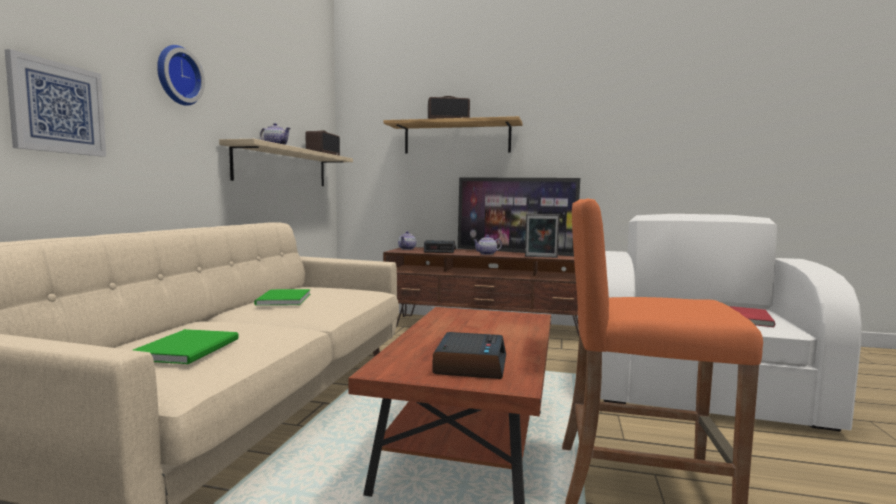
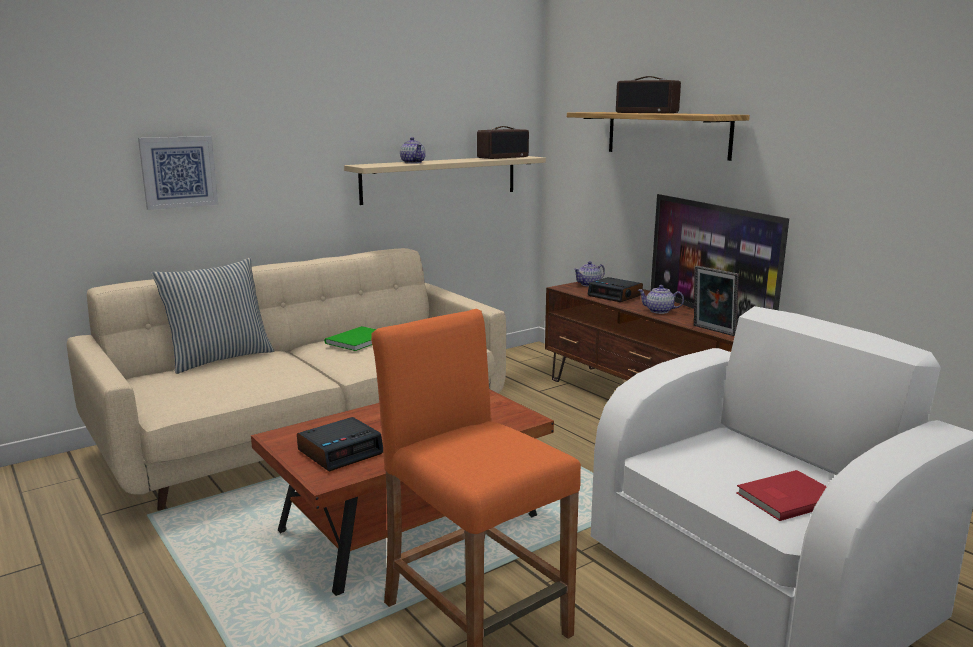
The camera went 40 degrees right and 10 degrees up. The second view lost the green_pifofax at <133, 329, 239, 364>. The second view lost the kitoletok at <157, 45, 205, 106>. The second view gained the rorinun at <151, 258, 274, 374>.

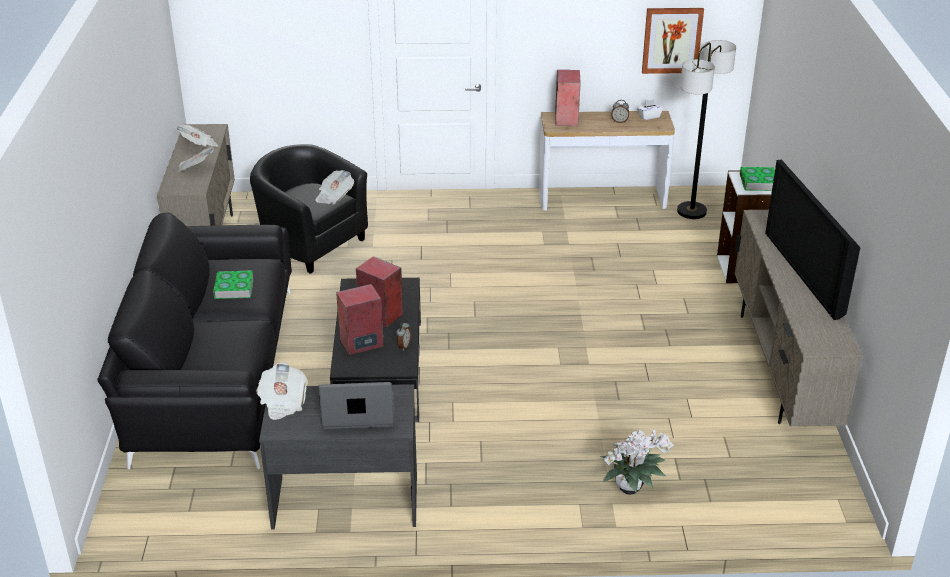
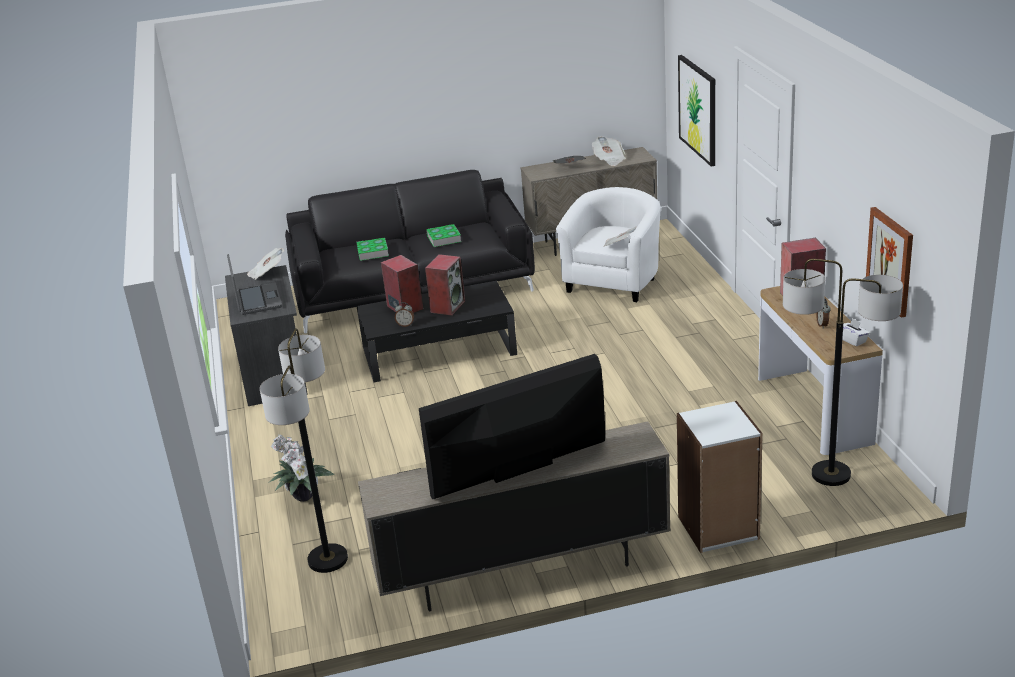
The camera went 80 degrees right and 5 degrees down. What was the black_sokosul at <250, 144, 368, 274> turned into the white_sokosul at <556, 187, 660, 302>. The pifofax ended up elsewhere, having gone from <740, 167, 775, 191> to <356, 238, 389, 261>. The second view gained the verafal at <260, 329, 348, 573>. The second view gained the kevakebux at <678, 55, 715, 167>.

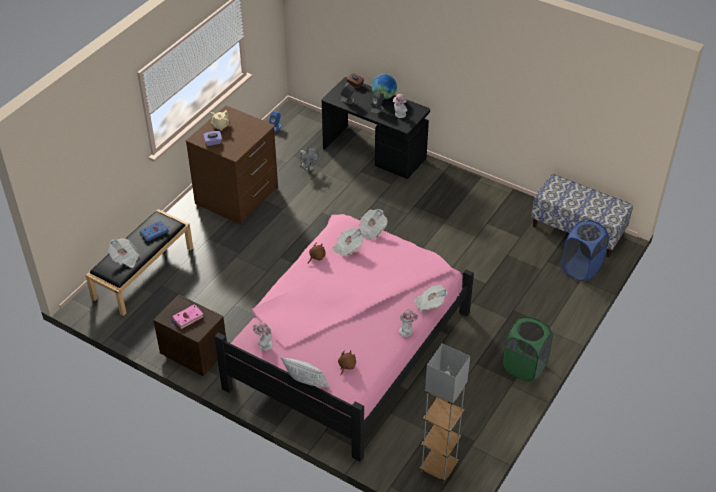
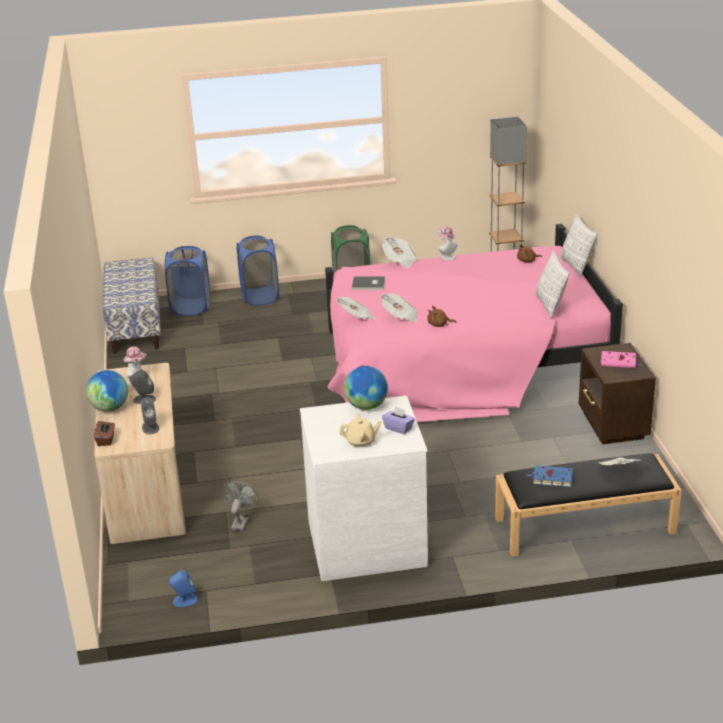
The camera went 130 degrees left and 15 degrees down. What was the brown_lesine at <186, 105, 278, 225> turned into the white_lesine at <300, 395, 428, 581>. The second view lost the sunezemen at <253, 322, 273, 351>. What was the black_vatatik at <322, 77, 430, 179> turned into the beige_vatatik at <94, 363, 186, 544>. The second view gained the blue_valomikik at <237, 236, 279, 306>. The second view gained the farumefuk at <344, 366, 388, 410>. The second view gained the grey_pifofax at <352, 277, 385, 290>. The second view gained the rorinun at <535, 250, 570, 319>.

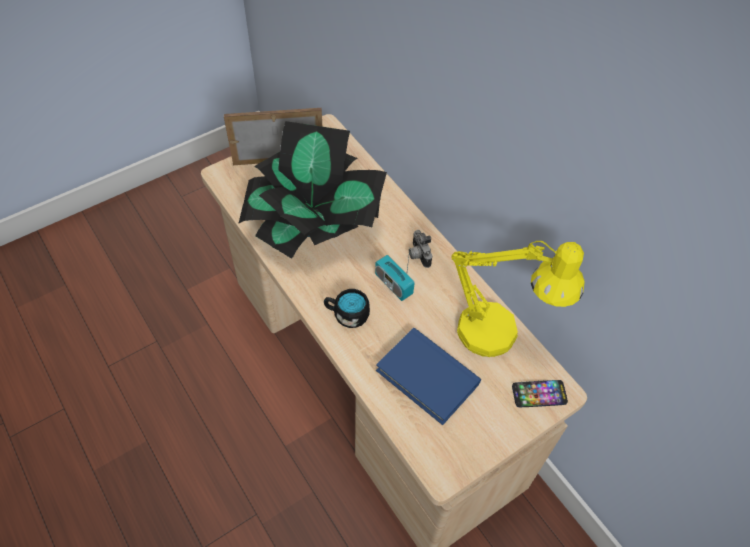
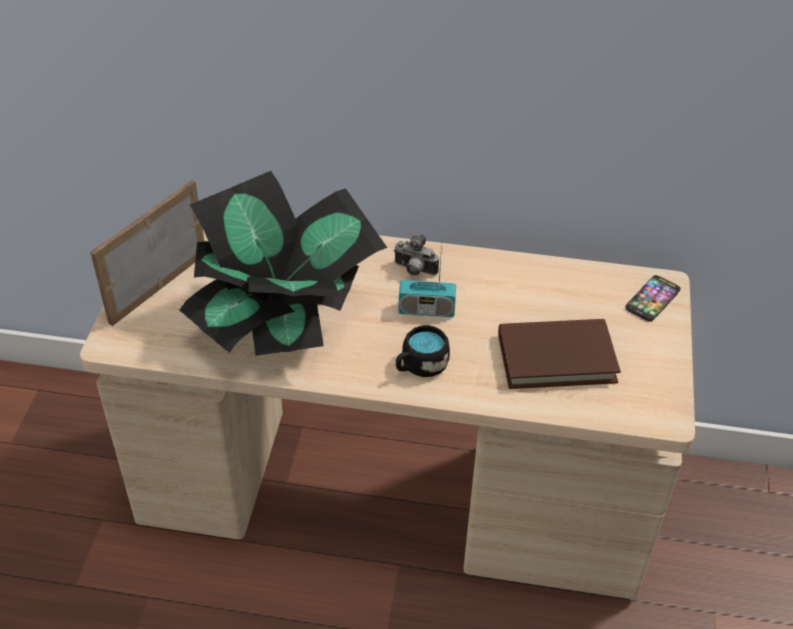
The camera went 45 degrees left and 10 degrees down. What was the blue_pifofax at <376, 328, 481, 425> turned into the brown_pifofax at <498, 319, 621, 389>. The second view lost the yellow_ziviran at <451, 241, 585, 357>.

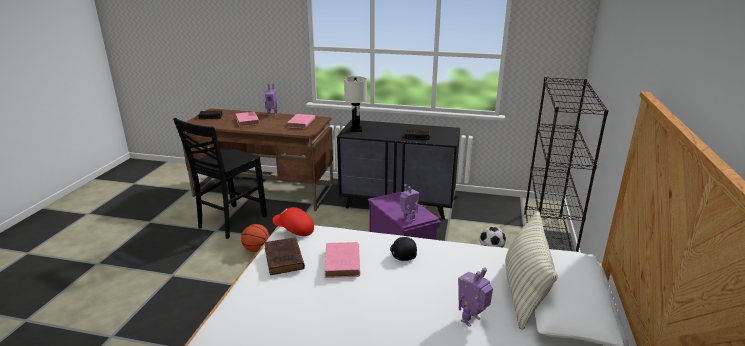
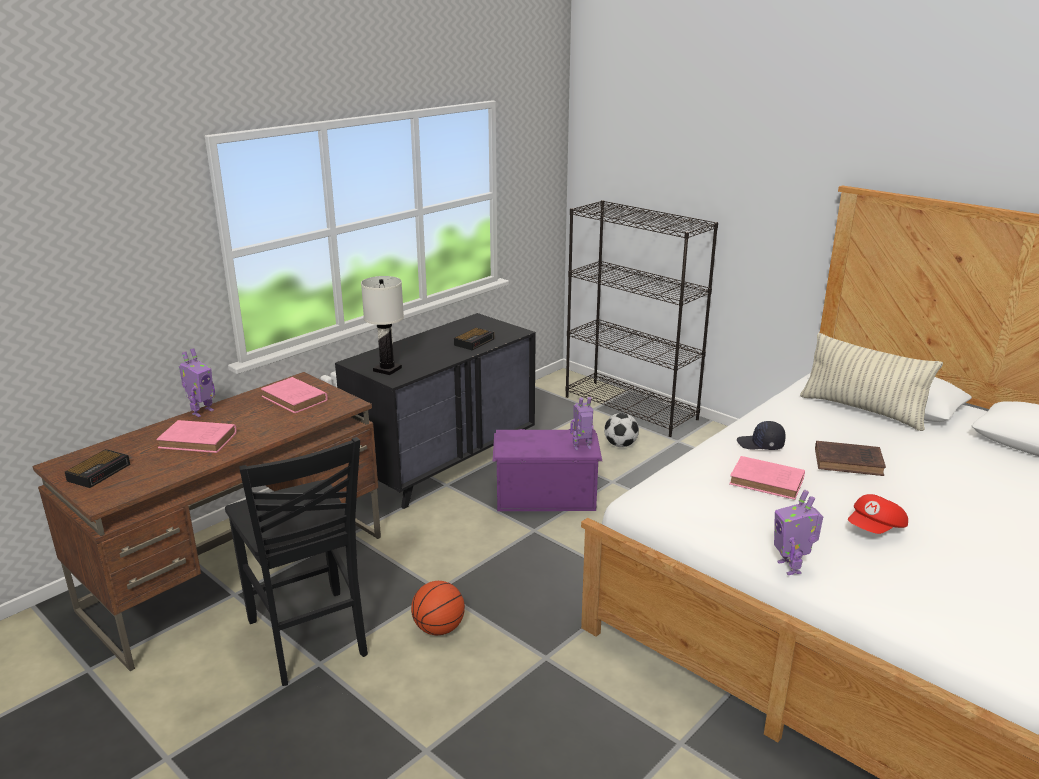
The camera went 60 degrees left and 0 degrees up. The brown_pifofax ended up elsewhere, having gone from <264, 237, 305, 275> to <815, 441, 886, 476>. The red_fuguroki ended up elsewhere, having gone from <272, 207, 314, 236> to <848, 494, 908, 534>. The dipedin ended up elsewhere, having gone from <458, 267, 493, 327> to <774, 490, 823, 575>.

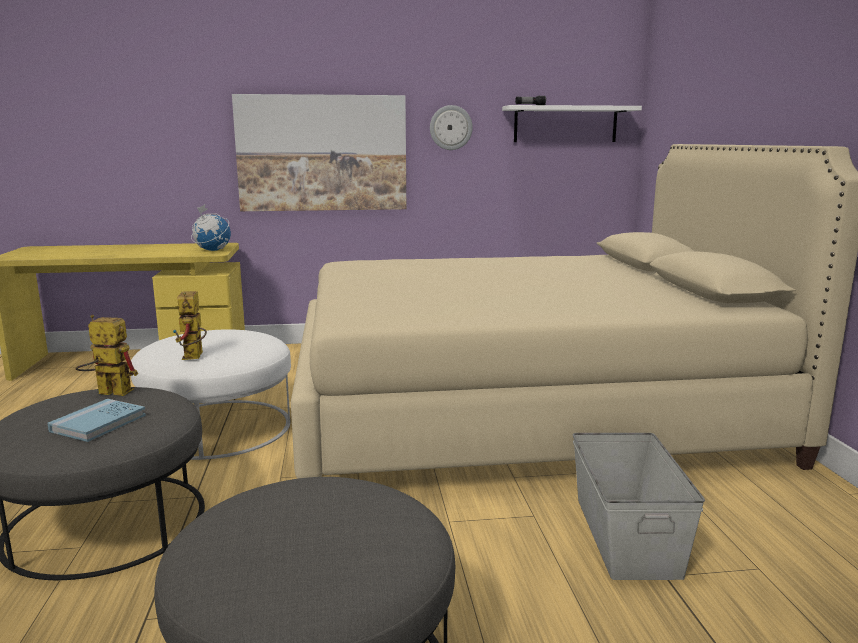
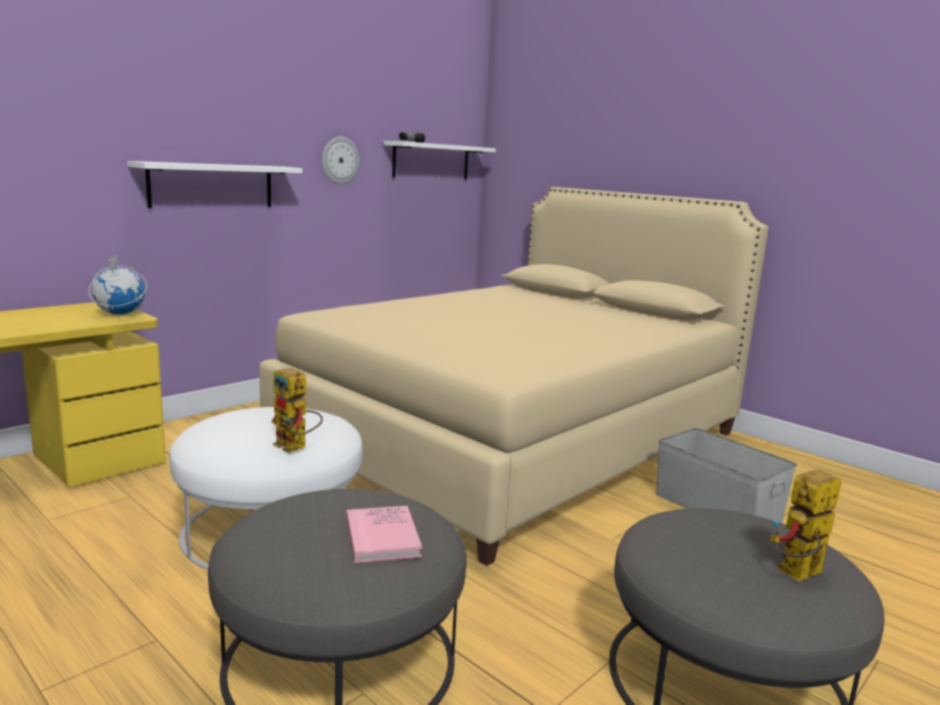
The camera went 40 degrees left and 0 degrees up. What was the blue_pifofax at <47, 399, 146, 442> turned into the pink_pifofax at <347, 506, 422, 563>. The dipedin ended up elsewhere, having gone from <75, 315, 138, 396> to <770, 469, 841, 581>. Where the kevakebux hung at <232, 94, 406, 211>, the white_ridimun came to hang at <127, 161, 302, 208>.

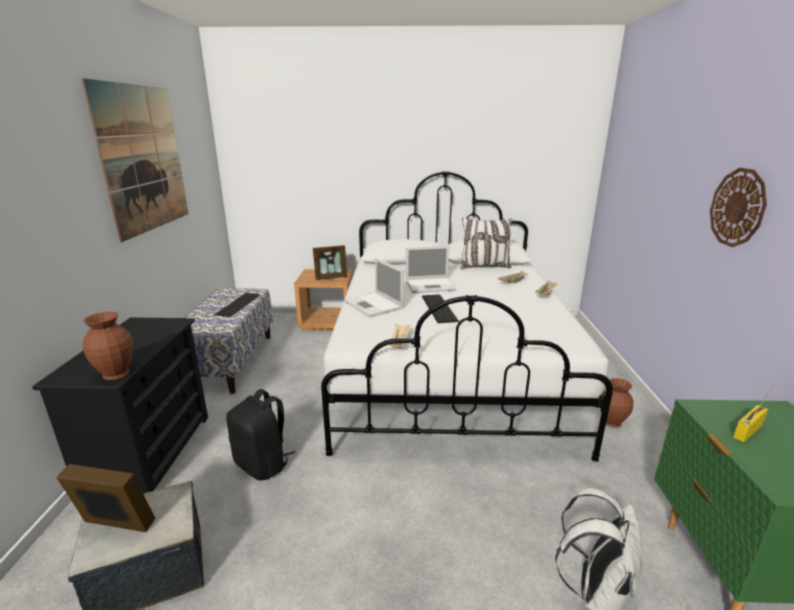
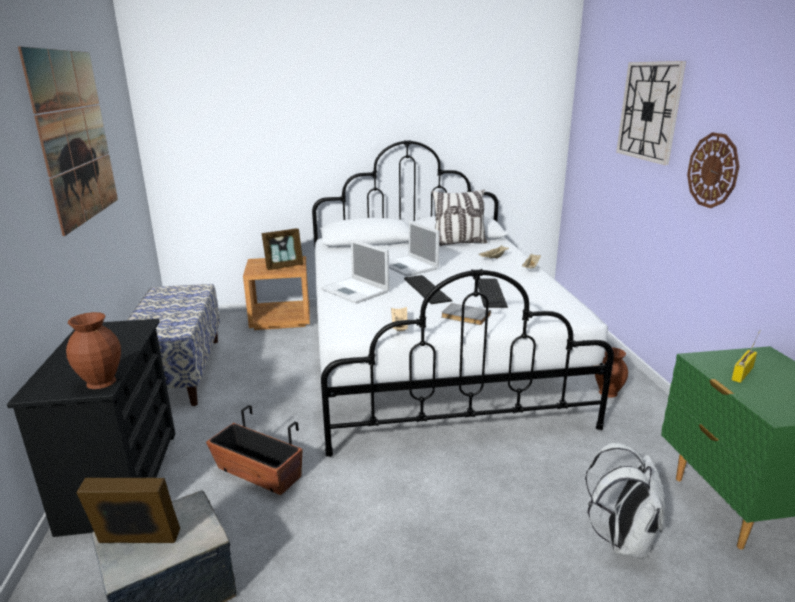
The camera went 10 degrees left and 0 degrees up. The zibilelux ended up elsewhere, having gone from <214, 293, 260, 317> to <478, 279, 508, 308>. Where the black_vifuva stood at <226, 389, 295, 481>, the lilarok came to stand at <206, 405, 303, 495>. The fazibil at <406, 246, 457, 293> ended up facing another way, 75 degrees clockwise from before. The second view gained the grey_pifofax at <441, 303, 491, 325>. The second view gained the kitoletok at <616, 61, 686, 165>.

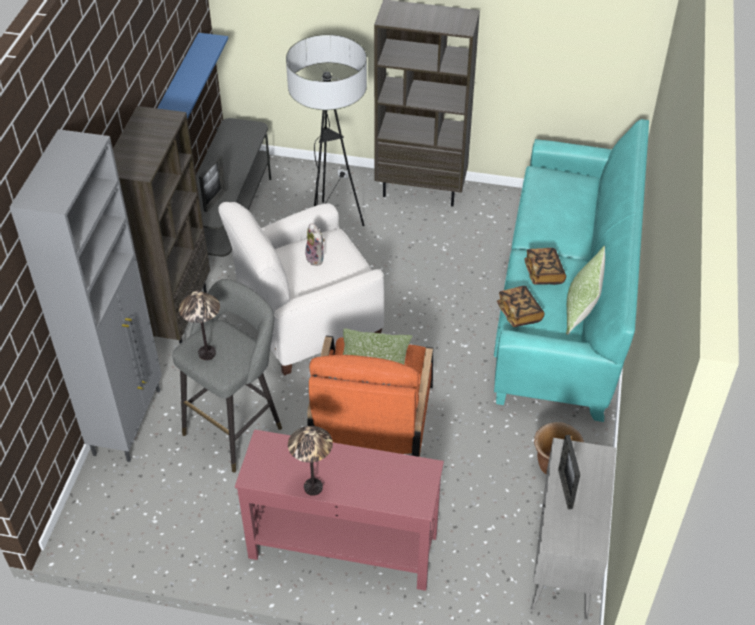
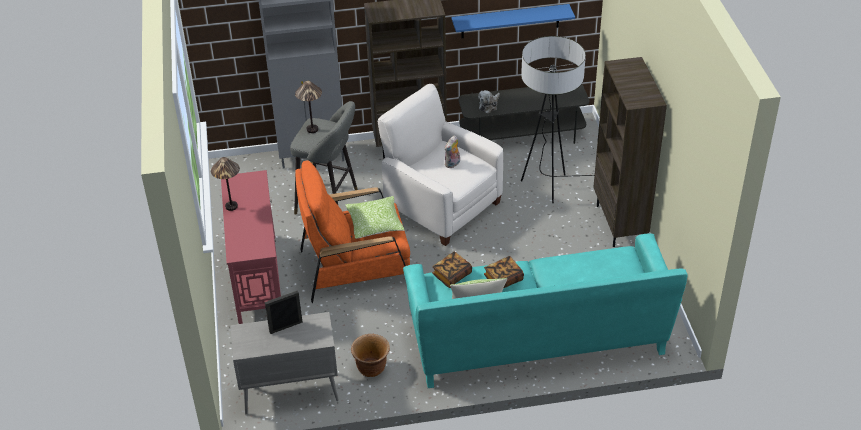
The camera went 70 degrees right and 5 degrees down. Where the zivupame stood at <199, 155, 226, 212>, the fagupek came to stand at <478, 90, 500, 113>.

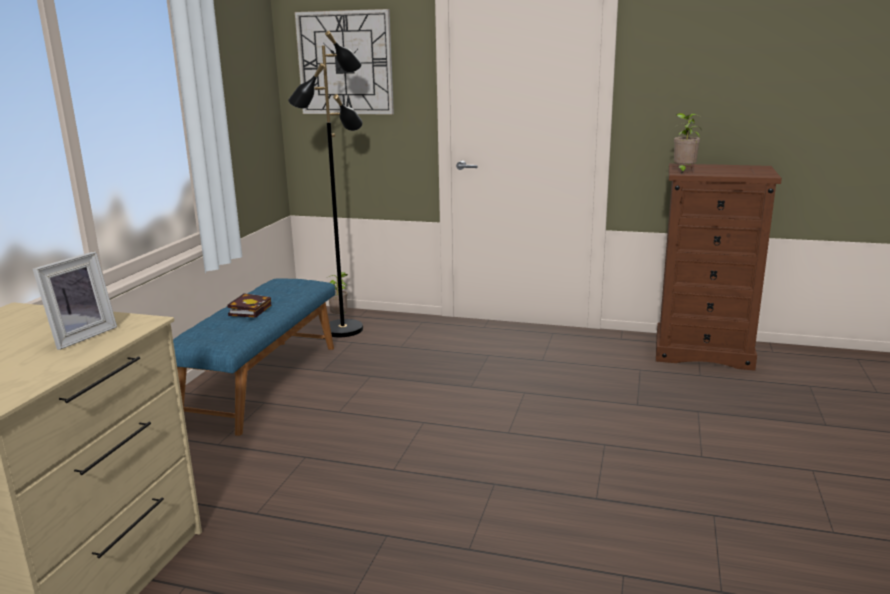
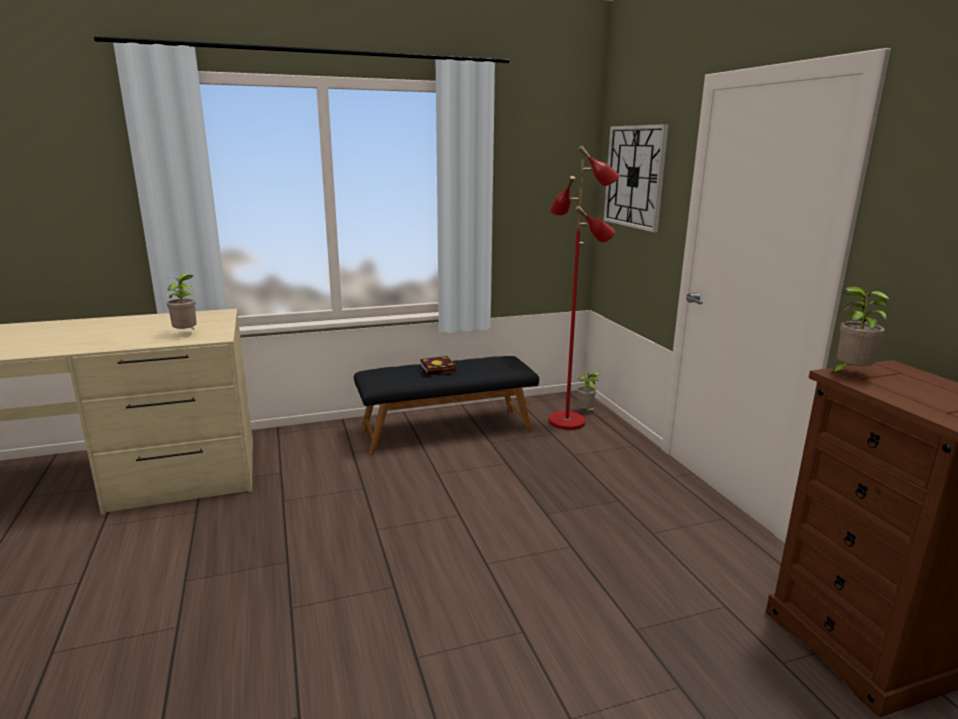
The camera went 55 degrees right and 0 degrees up. Where the zivupame stood at <33, 251, 117, 350>, the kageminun came to stand at <166, 274, 197, 329>. What was the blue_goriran at <173, 278, 335, 436> turned into the black_goriran at <354, 356, 539, 454>. What was the black_verafal at <288, 31, 363, 337> turned into the red_verafal at <548, 146, 620, 430>.

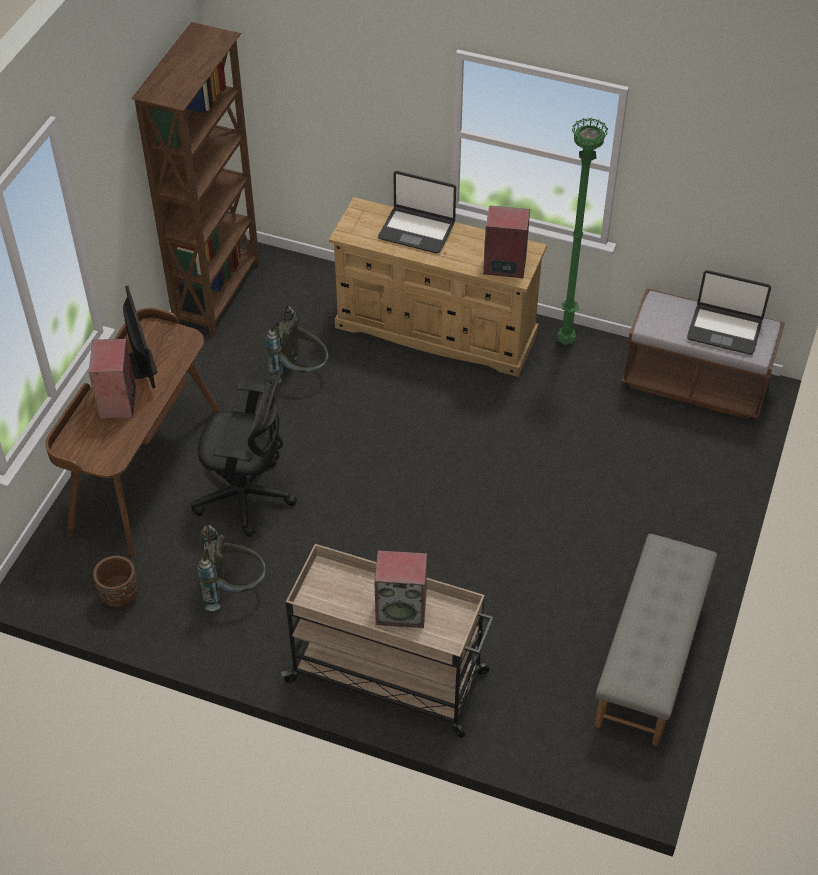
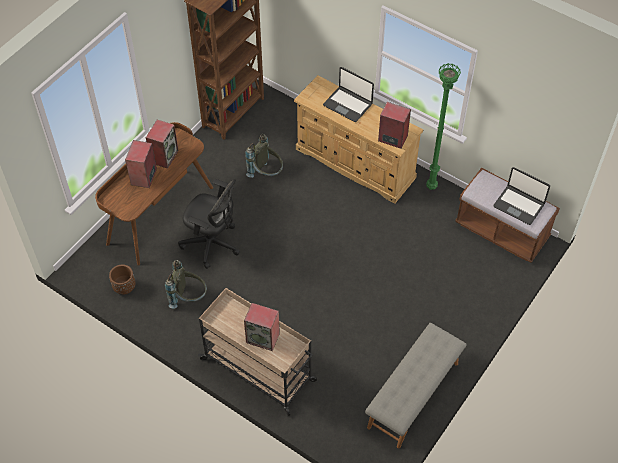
The camera went 15 degrees right and 5 degrees up. Where the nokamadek stood at <123, 286, 157, 388>, the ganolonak came to stand at <146, 120, 179, 169>.

